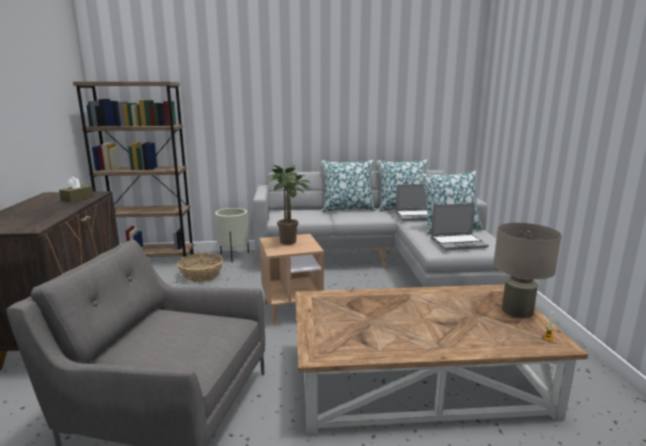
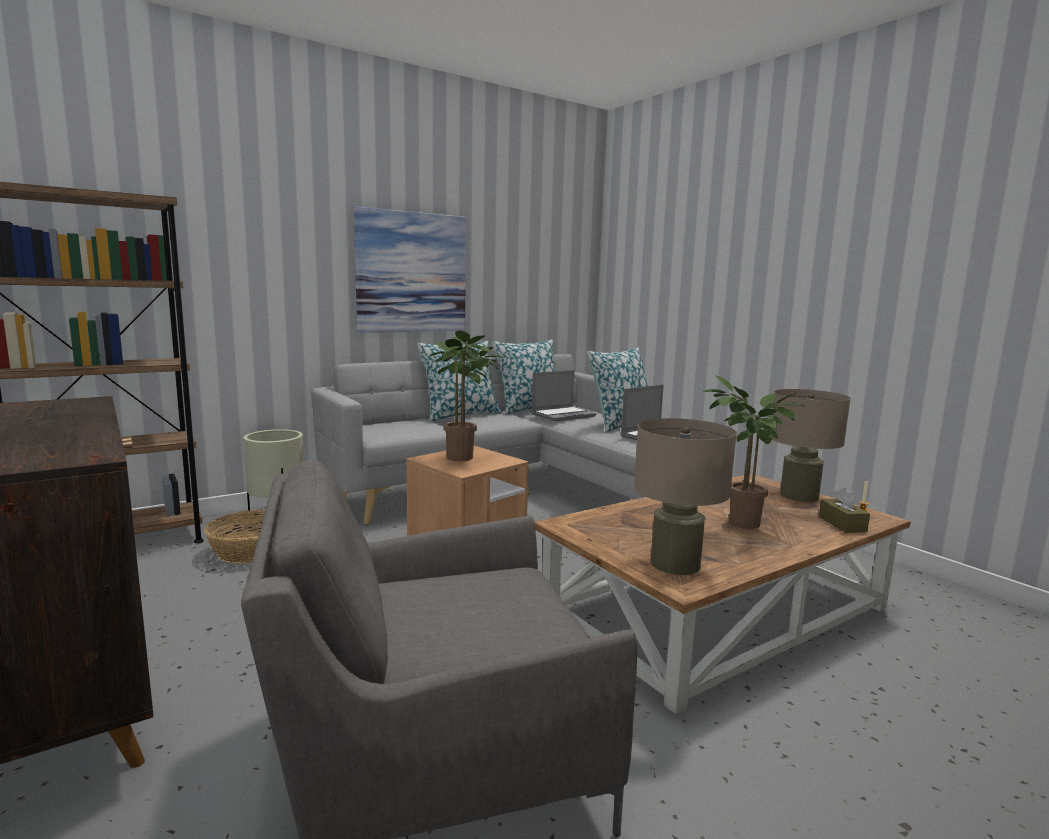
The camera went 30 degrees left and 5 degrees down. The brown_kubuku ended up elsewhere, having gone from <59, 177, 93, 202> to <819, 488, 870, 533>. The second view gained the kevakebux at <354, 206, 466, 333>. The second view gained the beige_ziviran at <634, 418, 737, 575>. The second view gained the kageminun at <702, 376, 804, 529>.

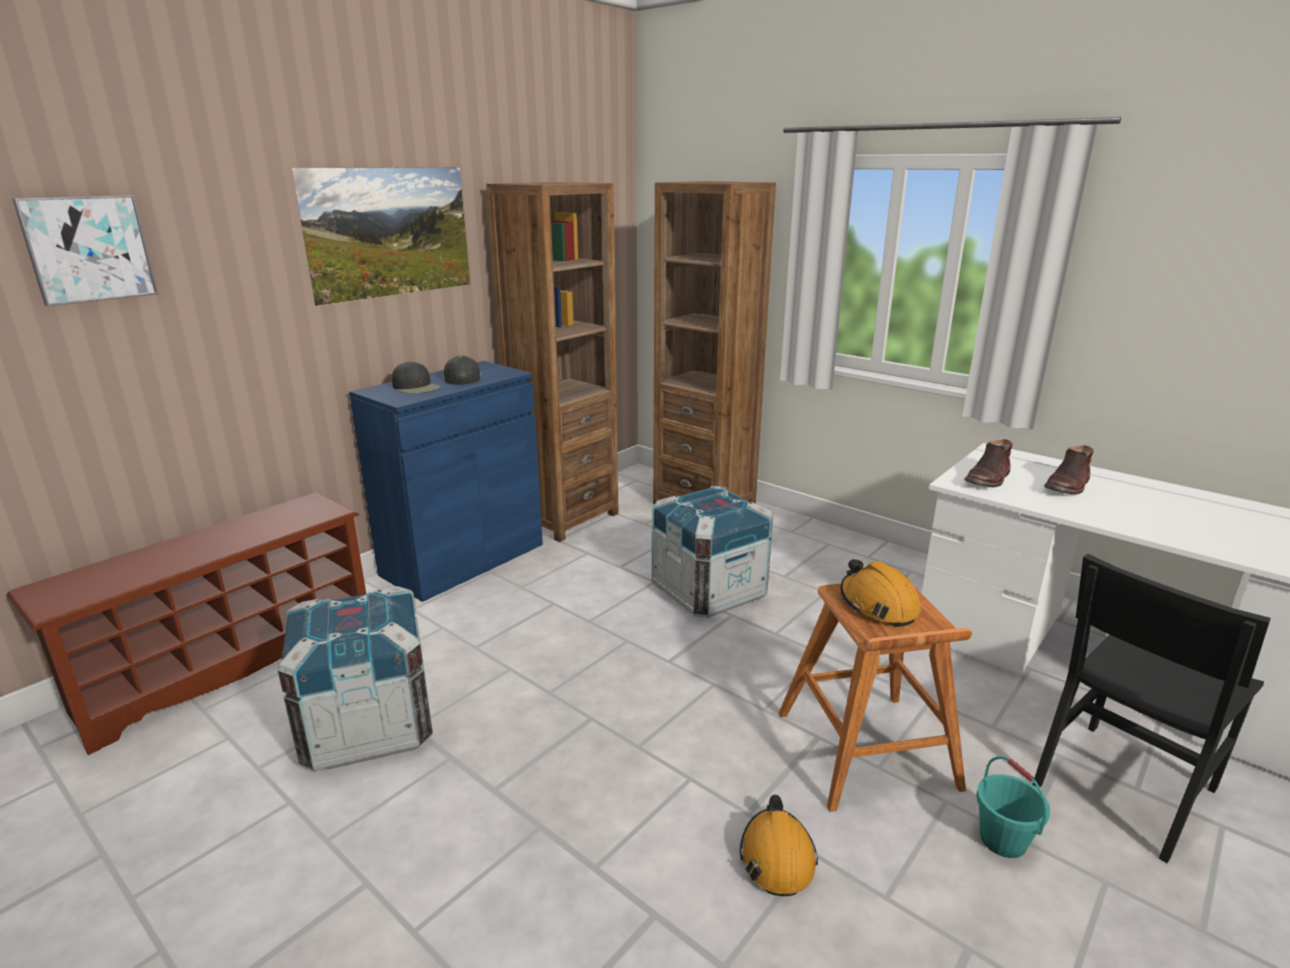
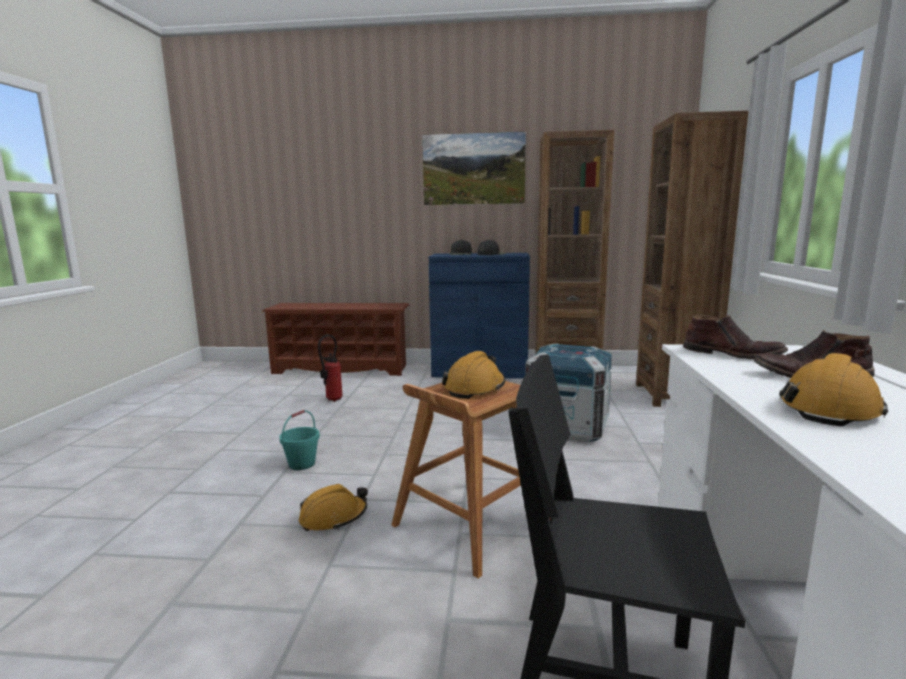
The camera went 55 degrees right and 10 degrees down. The second view lost the kevakebux at <12, 195, 158, 306>. Where the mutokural stood at <277, 586, 433, 771>, the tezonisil came to stand at <318, 334, 343, 402>. The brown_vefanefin at <964, 439, 1012, 487> ended up facing another way, 150 degrees counterclockwise from before. The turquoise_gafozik ended up elsewhere, having gone from <976, 756, 1050, 858> to <279, 410, 320, 470>. The second view gained the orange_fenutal at <779, 353, 888, 426>.

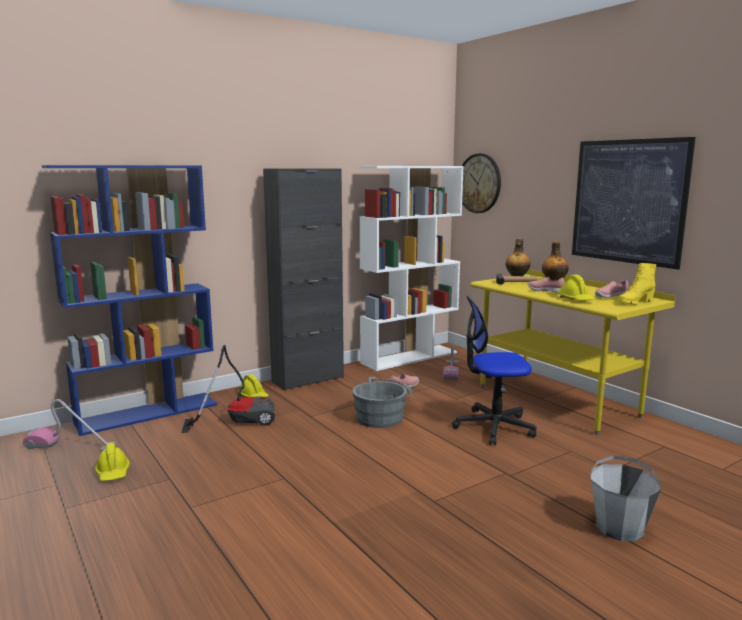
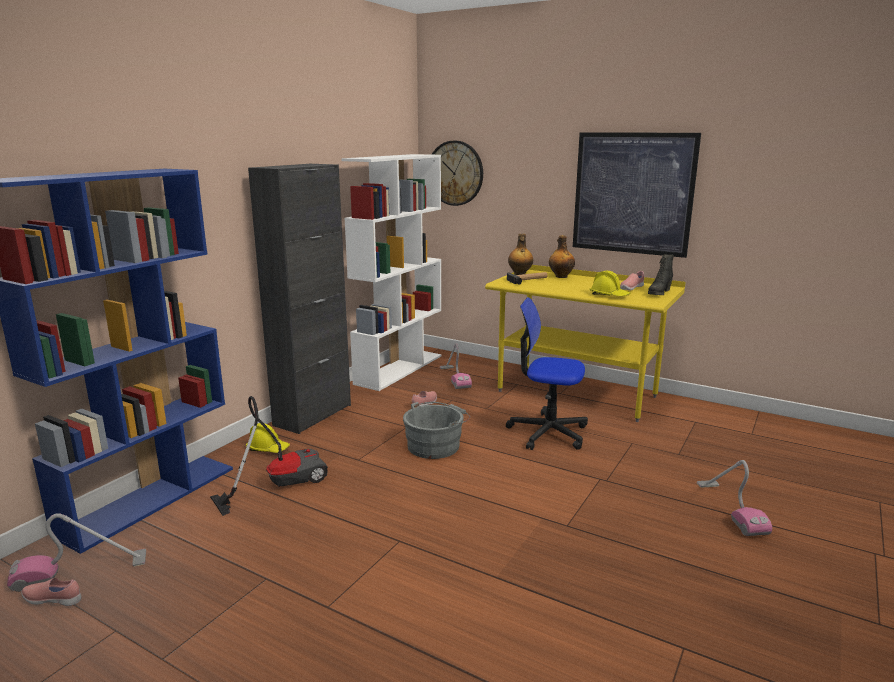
The camera went 25 degrees left and 5 degrees up. The second view lost the yellow_fenutal at <95, 442, 130, 481>. The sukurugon at <451, 296, 536, 445> ended up facing another way, 45 degrees clockwise from before. The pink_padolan ended up elsewhere, having gone from <528, 277, 565, 293> to <21, 578, 82, 606>. Where the grey_gafozik stood at <590, 455, 661, 541>, the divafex came to stand at <697, 460, 772, 536>. What was the yellow_vefanefin at <618, 263, 656, 305> turned into the black_vefanefin at <648, 254, 674, 295>.

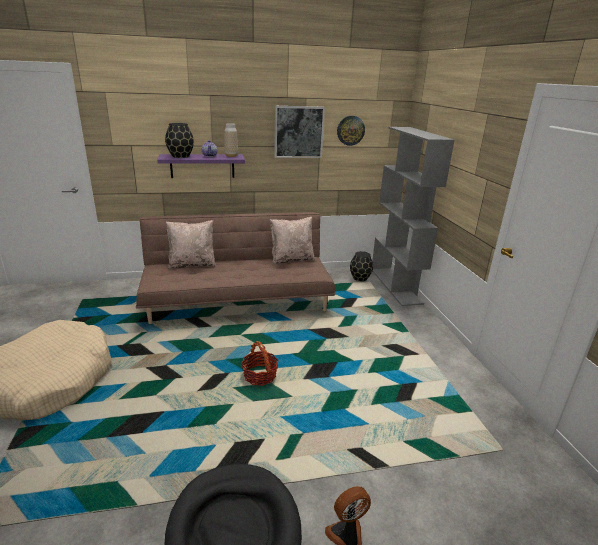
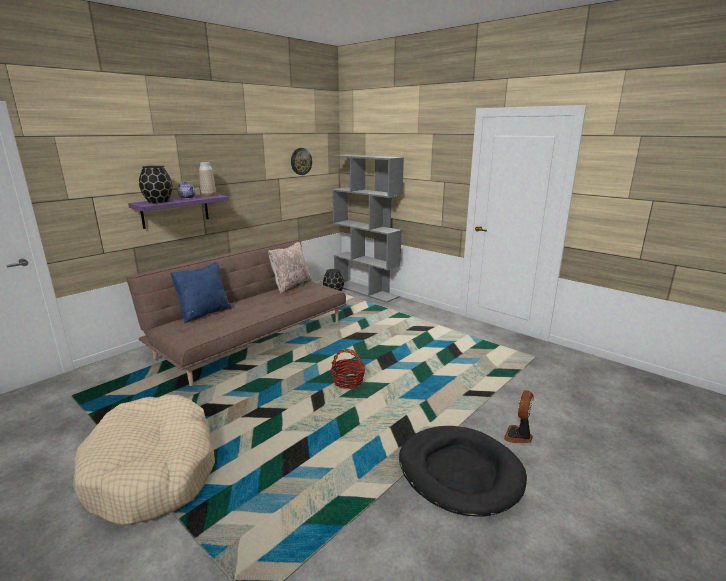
The camera went 35 degrees left and 5 degrees down. What was the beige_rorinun at <166, 220, 216, 268> turned into the blue_rorinun at <170, 262, 232, 323>. The second view lost the kevakebux at <274, 106, 325, 158>.

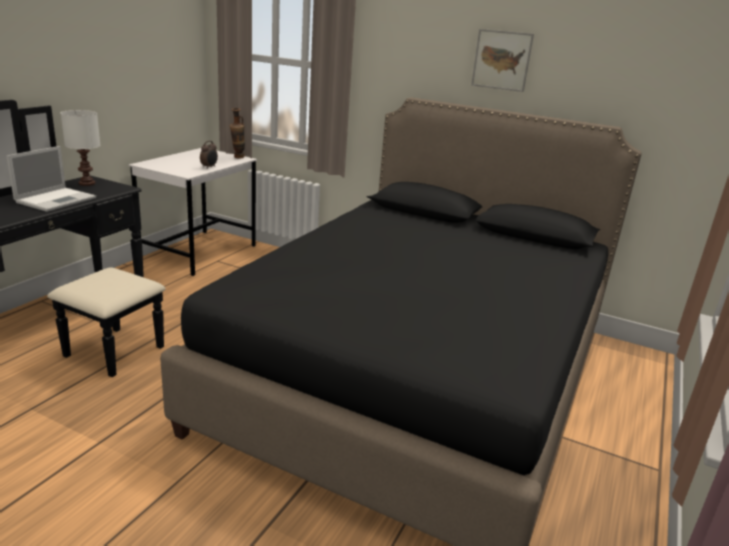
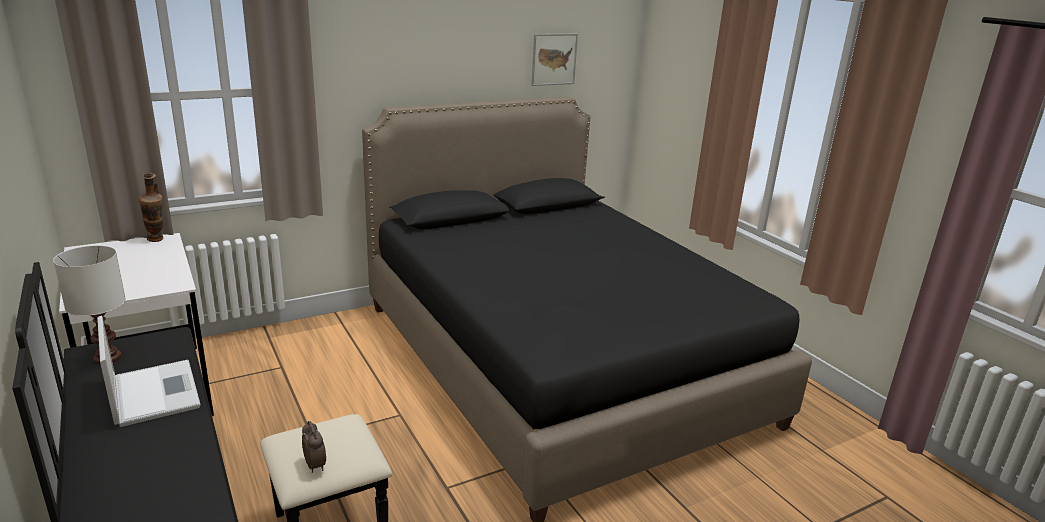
The camera went 55 degrees left and 0 degrees up. The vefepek ended up elsewhere, having gone from <200, 141, 218, 169> to <302, 421, 326, 473>. The kevakebux ended up elsewhere, having gone from <471, 29, 534, 92> to <531, 34, 578, 86>.

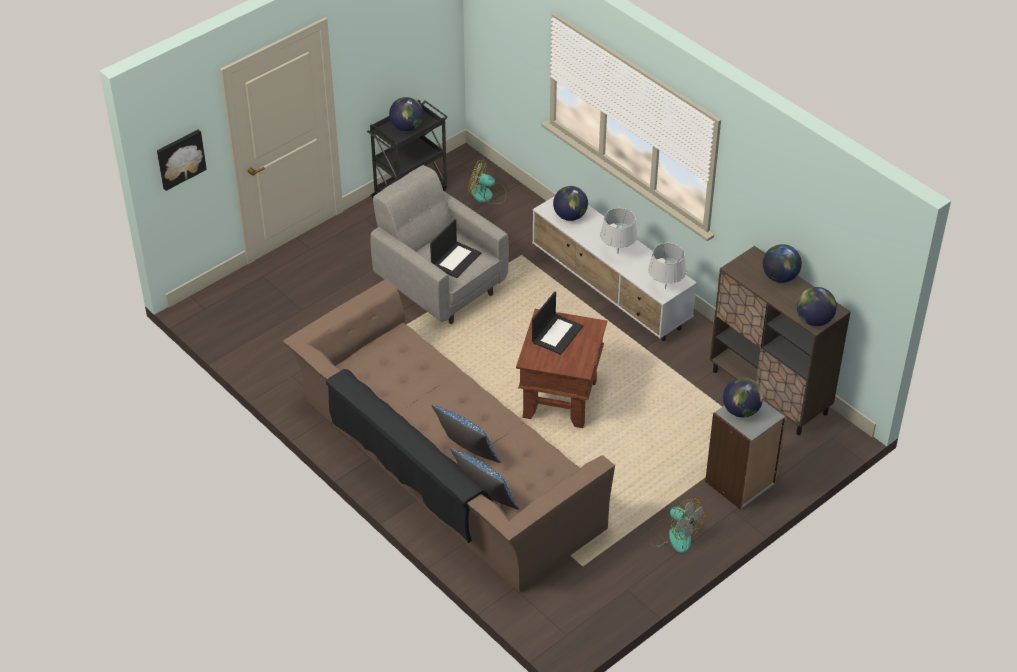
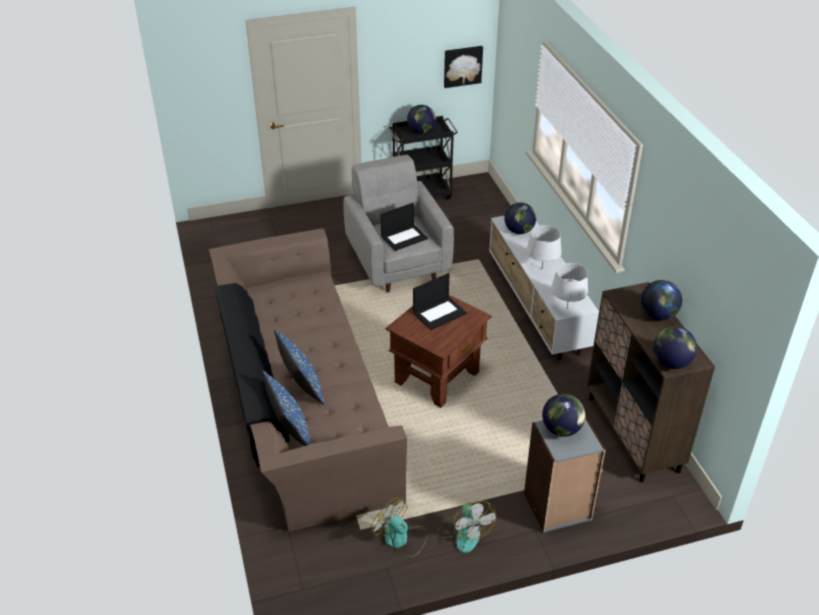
The camera went 25 degrees right and 5 degrees down. The kevakebux ended up elsewhere, having gone from <157, 129, 207, 191> to <444, 46, 483, 88>. The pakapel ended up elsewhere, having gone from <468, 159, 507, 204> to <371, 497, 427, 557>.

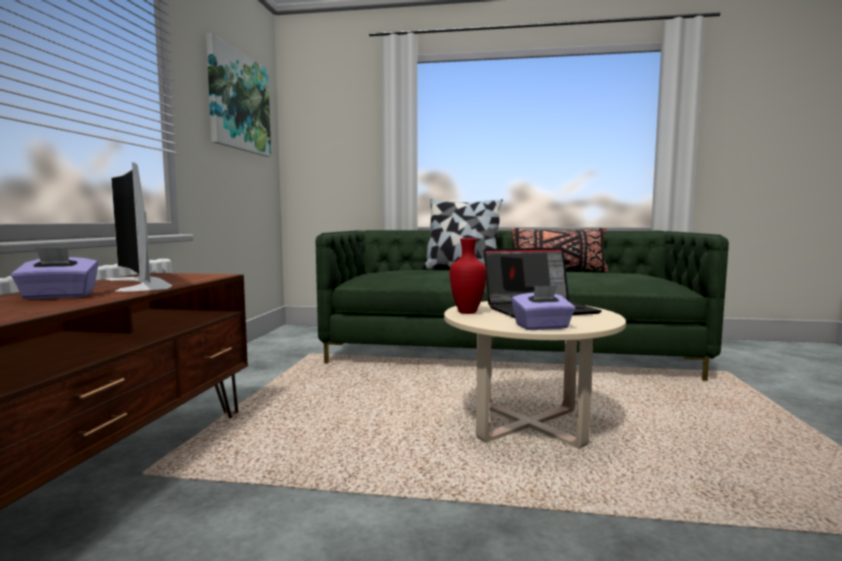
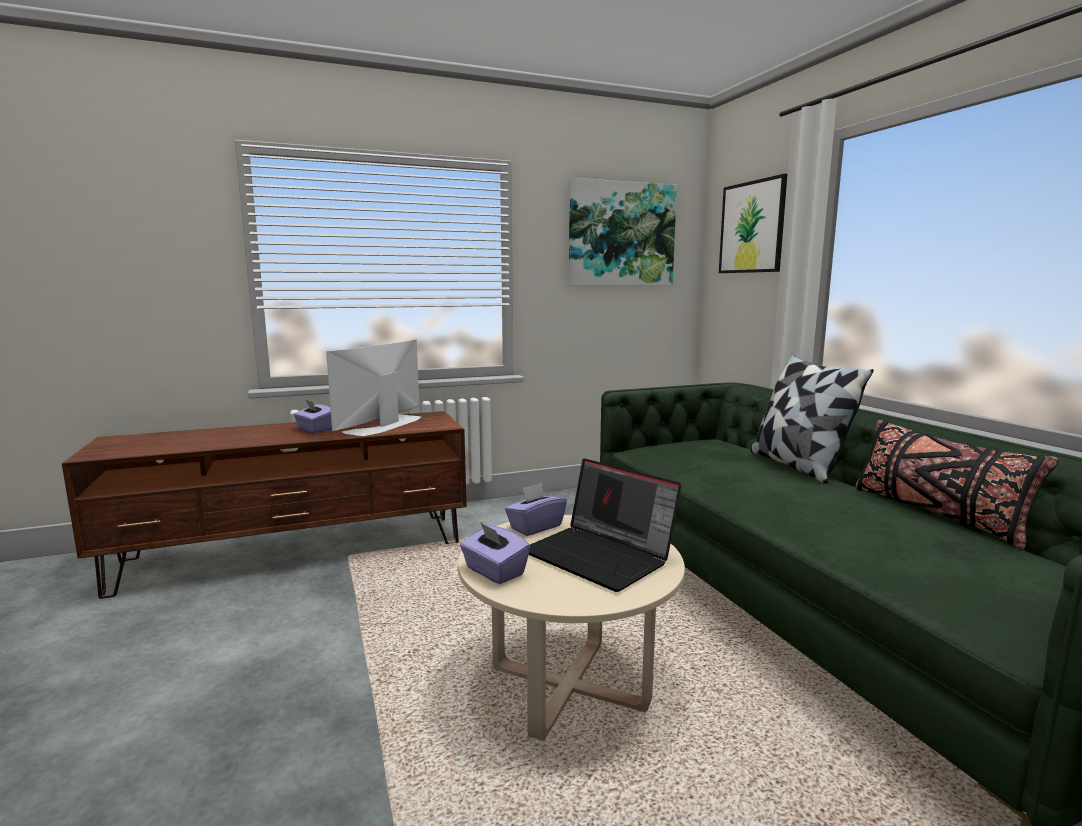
The camera went 60 degrees right and 5 degrees up. Where the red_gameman stood at <450, 238, 486, 314>, the purple_kubuku came to stand at <505, 483, 567, 536>. The second view gained the kevakebux at <719, 174, 787, 273>.

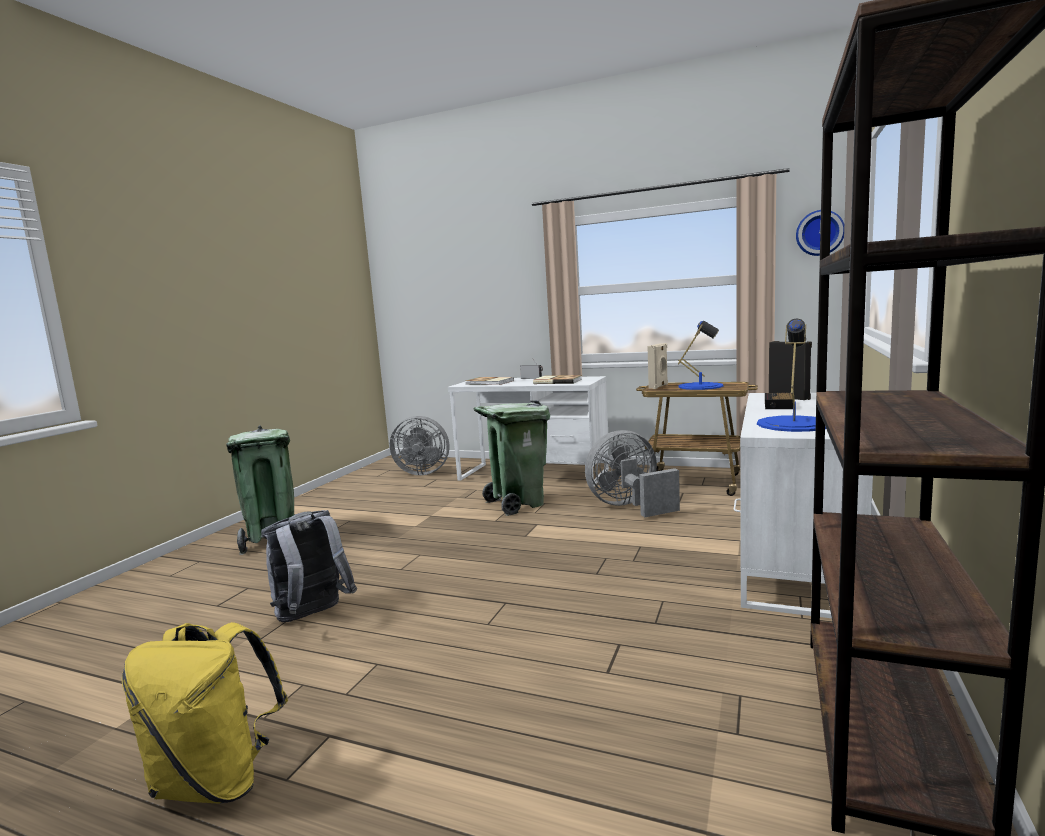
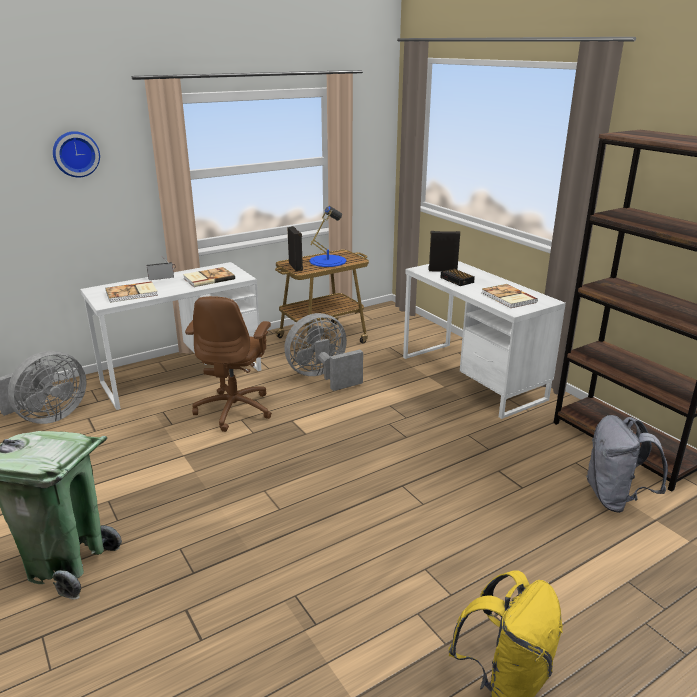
The camera went 55 degrees left and 15 degrees up. The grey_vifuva ended up elsewhere, having gone from <261, 510, 357, 622> to <586, 415, 668, 513>. Where the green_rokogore stood at <473, 400, 550, 516>, the brown_sukurugon came to stand at <185, 296, 272, 432>. The grey_pakapel at <585, 430, 680, 517> ended up facing another way, 45 degrees clockwise from before. What was the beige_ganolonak at <647, 343, 668, 389> turned into the black_ganolonak at <287, 226, 303, 271>. Where the blue_ziviran stood at <757, 318, 826, 432>, the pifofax came to stand at <482, 284, 538, 308>. The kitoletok ended up elsewhere, having gone from <796, 210, 844, 256> to <53, 131, 100, 177>.

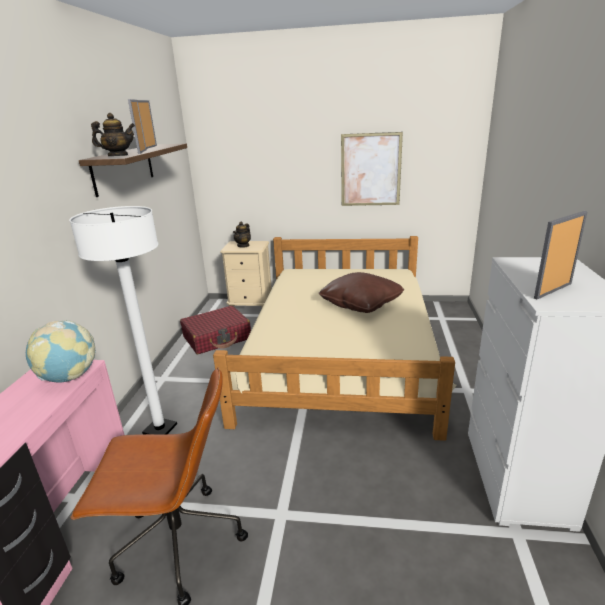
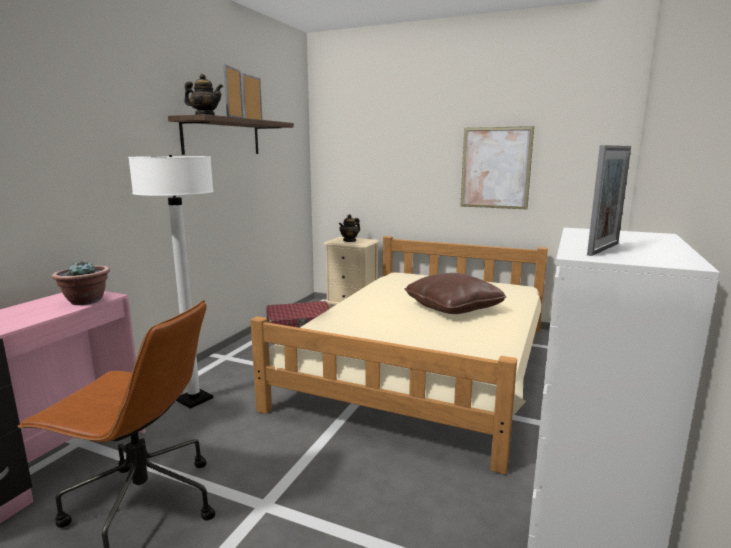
The camera went 15 degrees right and 10 degrees down. Where the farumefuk stood at <26, 320, 96, 382>, the kageminun came to stand at <51, 260, 110, 305>. The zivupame at <534, 211, 588, 299> ended up facing another way, 150 degrees clockwise from before.

